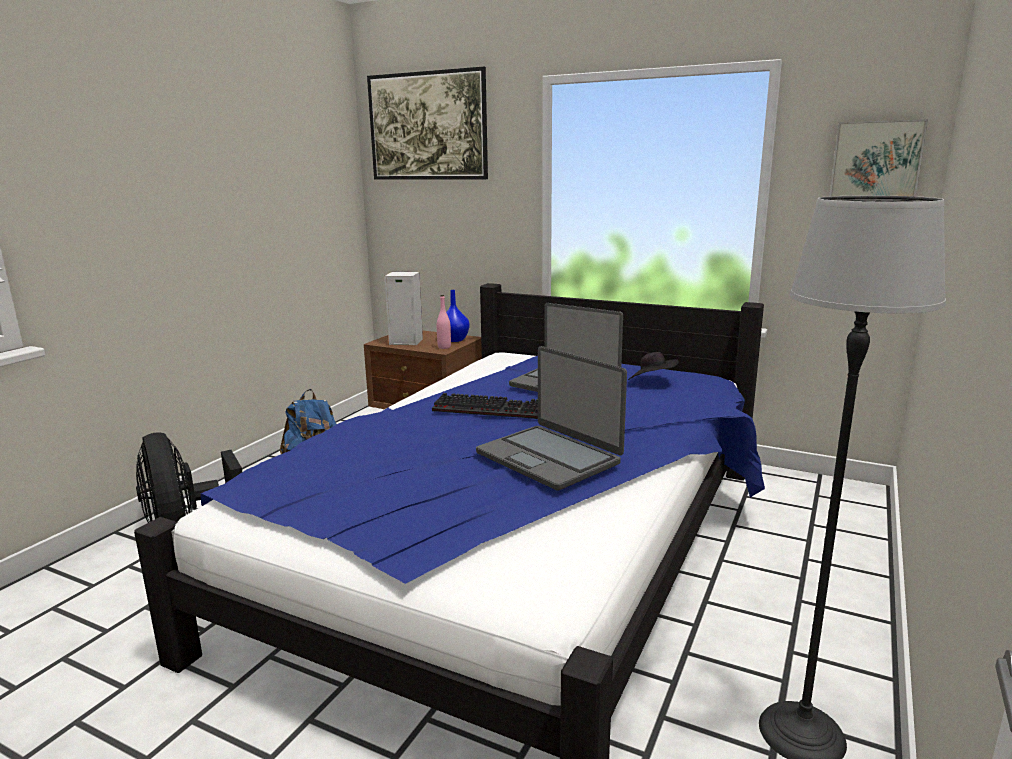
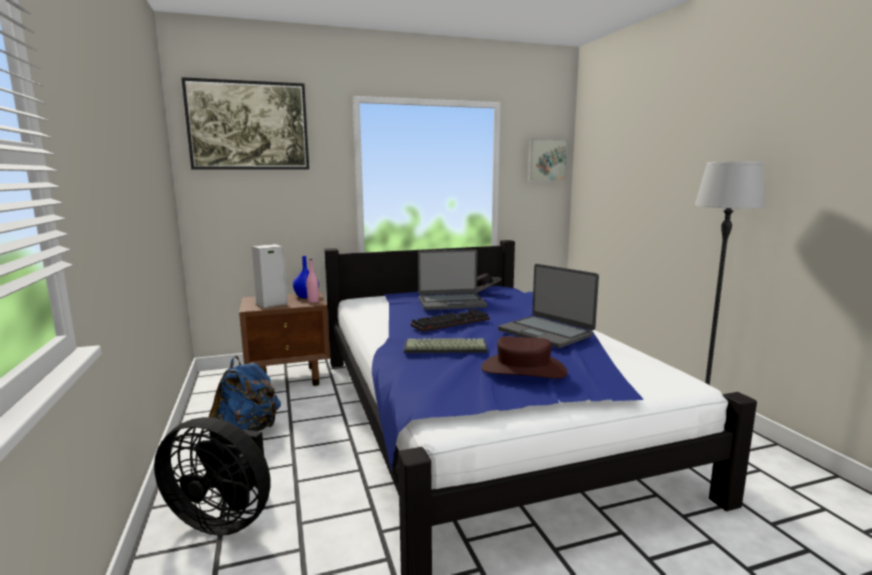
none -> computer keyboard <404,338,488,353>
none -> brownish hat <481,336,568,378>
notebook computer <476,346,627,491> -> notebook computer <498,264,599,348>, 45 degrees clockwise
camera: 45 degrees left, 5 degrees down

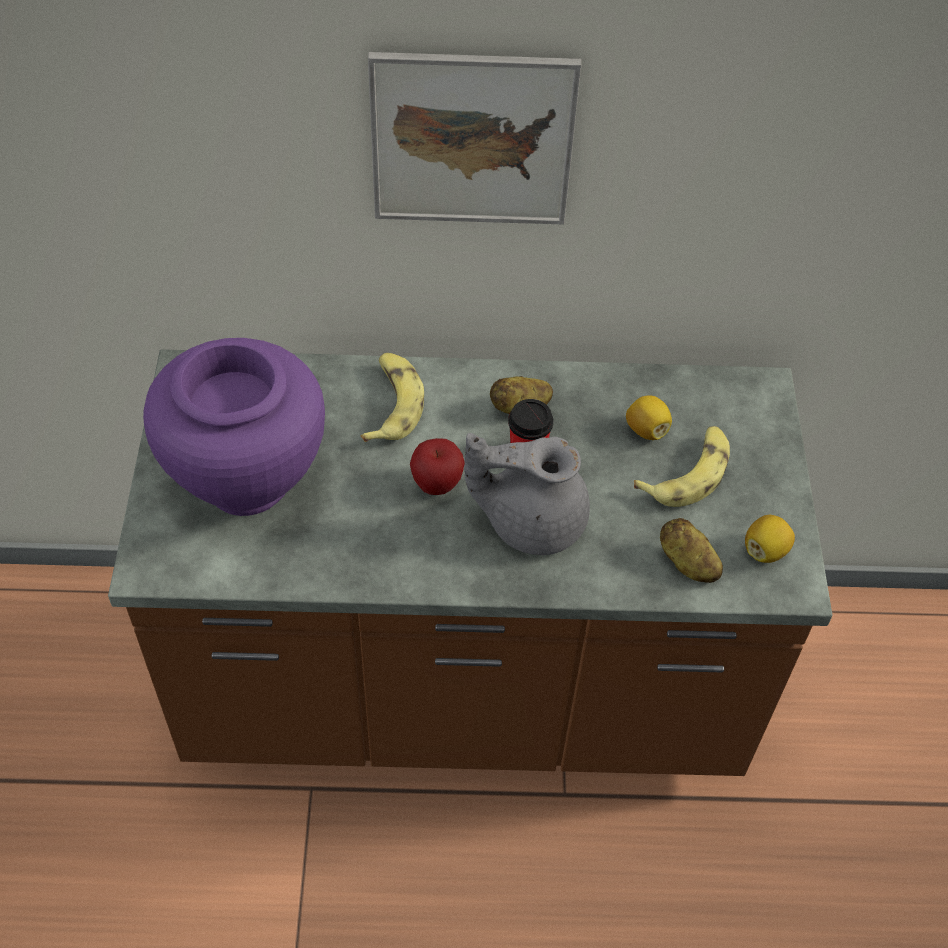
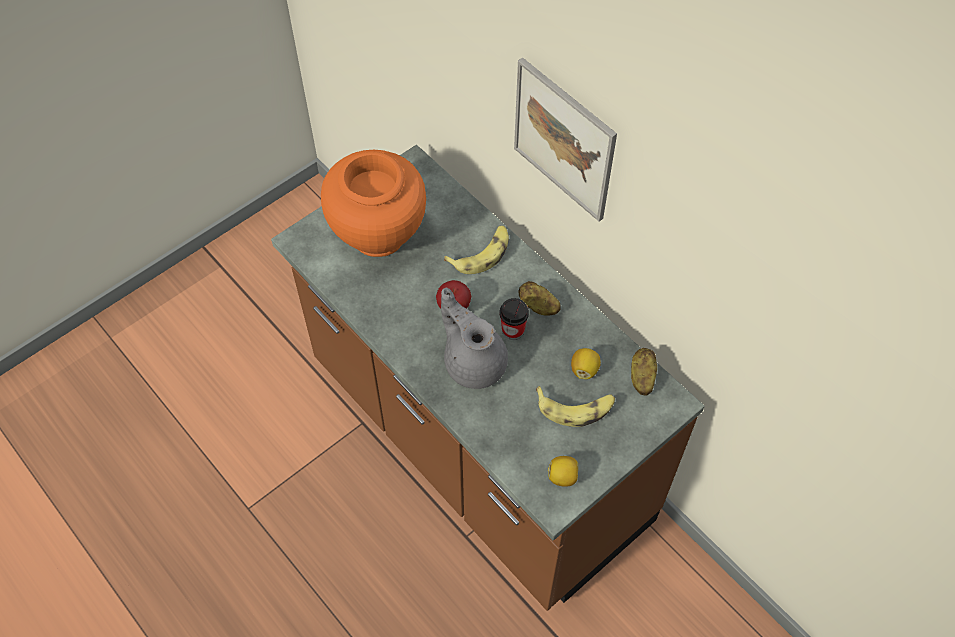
purple-coloured decorative vase <143,338,325,516> -> orangey decorative vase <321,150,426,257>
whole potato <660,518,723,583> -> whole potato <631,348,657,396>, move
camera: 50 degrees right, 5 degrees up

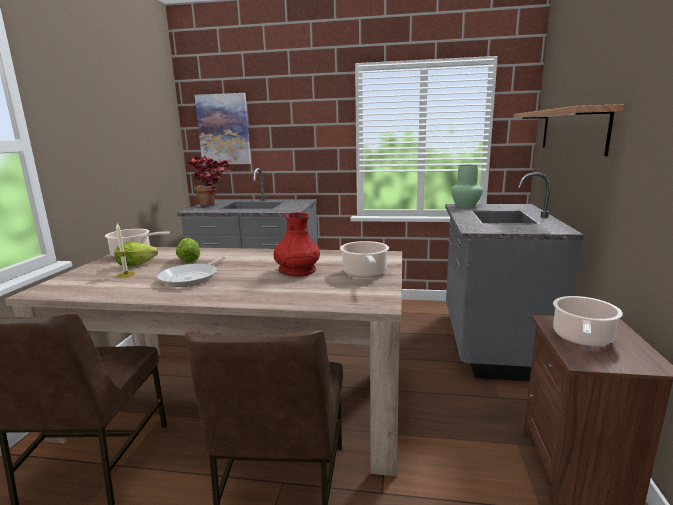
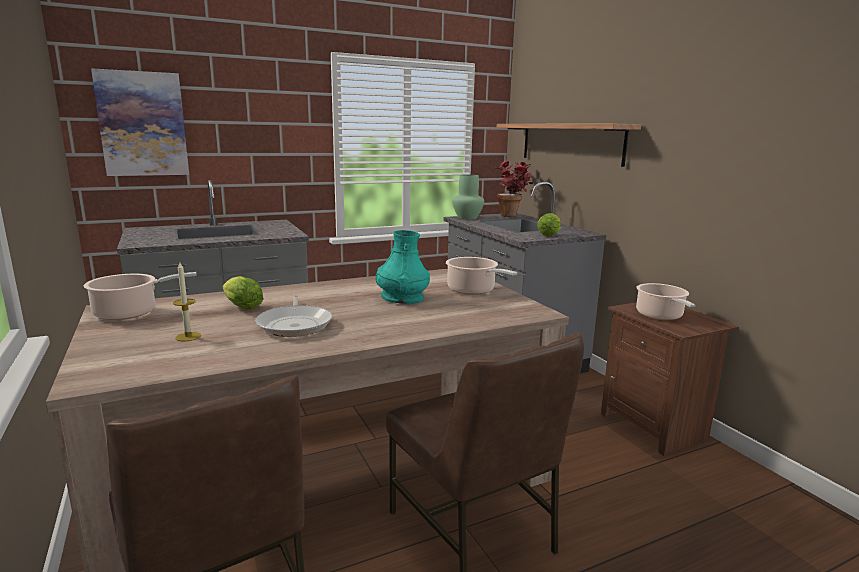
red decorative vase <274,212,320,277> -> turquoise-coloured decorative vase <376,230,430,304>
potted plant <187,156,231,206> -> potted plant <496,160,533,217>, move
lettuce head <115,242,158,267> -> lettuce head <537,213,561,236>, move
camera: 35 degrees left, 0 degrees up

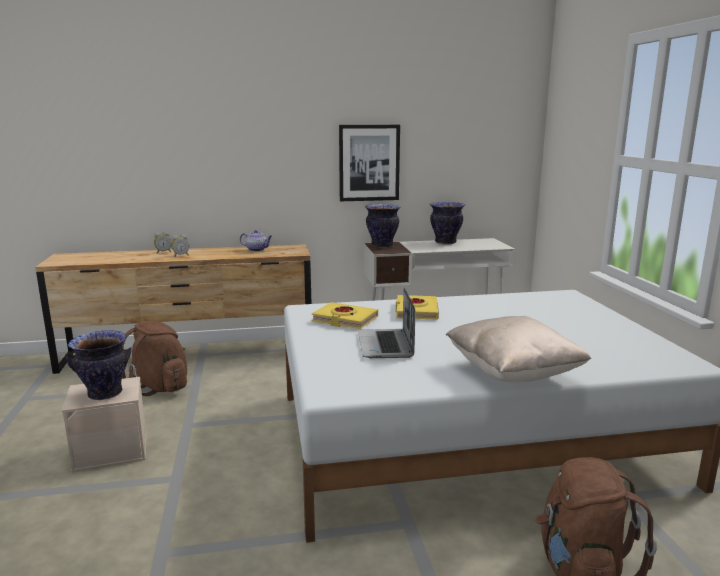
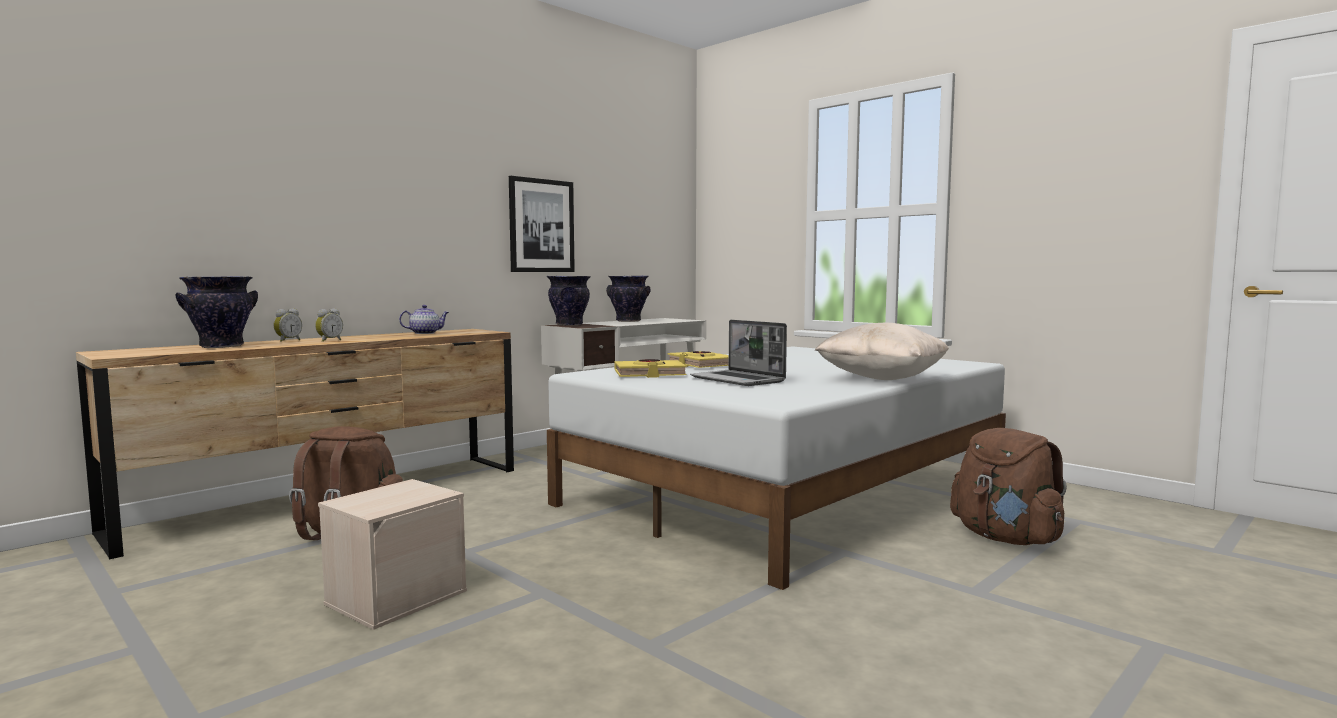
decorative vase <66,330,132,400> -> decorative vase <175,276,258,348>, move
camera: 35 degrees left, 10 degrees down

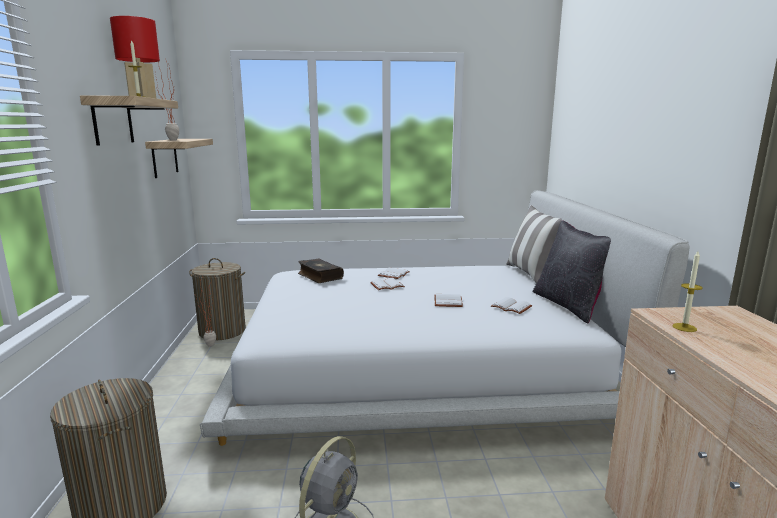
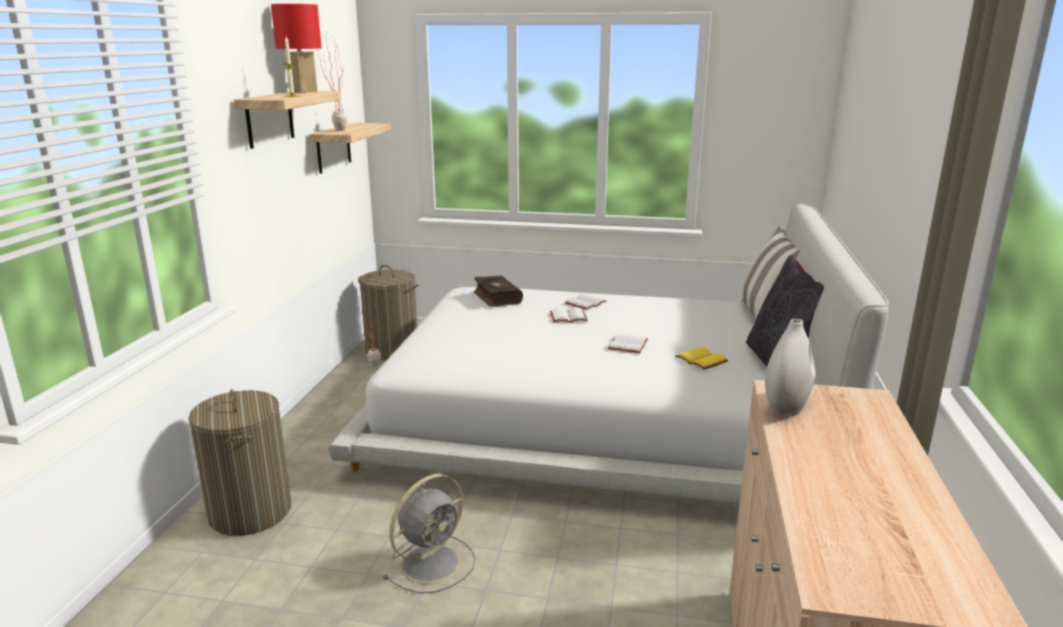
whitish volume <491,297,532,314> -> yellowish volume <675,347,728,370>
candle <673,251,703,332> -> whitish decorative vase <765,319,815,417>
camera: 15 degrees right, 5 degrees up

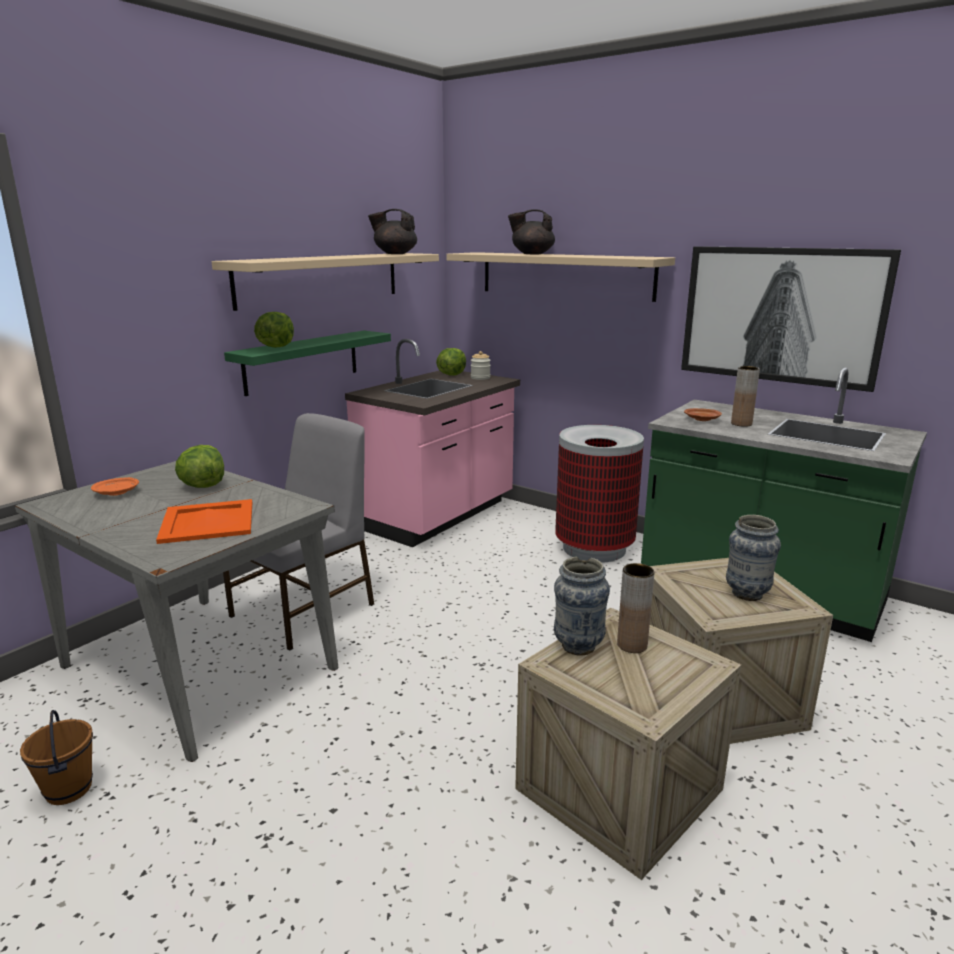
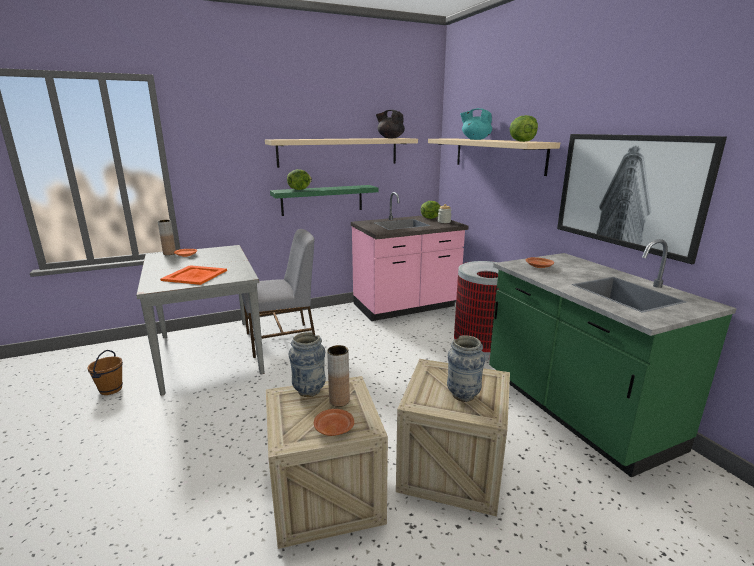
brownish decorative vase <731,366,760,427> -> brownish decorative vase <158,220,176,255>, move
none -> brownish flat dish <314,409,354,436>
blackish pot for tea <508,209,555,255> -> turquoise-coloured pot for tea <460,108,492,140>
lettuce head <175,445,224,488> -> lettuce head <510,115,538,142>, move
camera: 30 degrees right, 0 degrees up

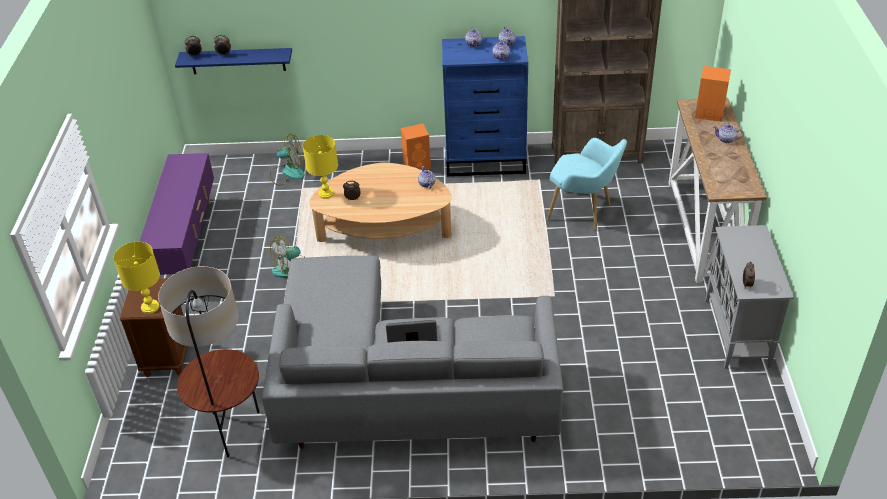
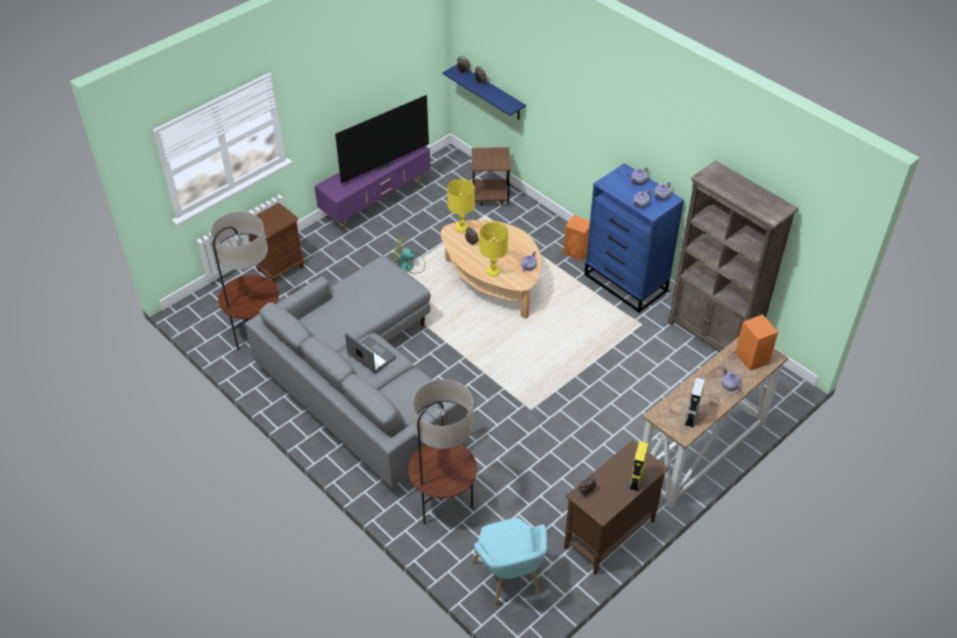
none -> television <335,95,429,183>
none -> floor lamp <408,379,477,524>
electric fan <270,134,305,186> -> brownish end table <472,147,511,206>
turquoise-coloured lounge chair <547,138,627,230> -> turquoise-coloured lounge chair <473,518,547,607>, move
yellowish table lamp <114,242,160,314> -> yellowish table lamp <480,222,508,277>, move
gray storage cabinet <705,225,794,369> -> brownish storage cabinet <564,440,669,575>
none -> yellowish loudspeaker <629,441,648,492>
none -> gray loudspeaker <684,377,705,428>
camera: 45 degrees right, 5 degrees up

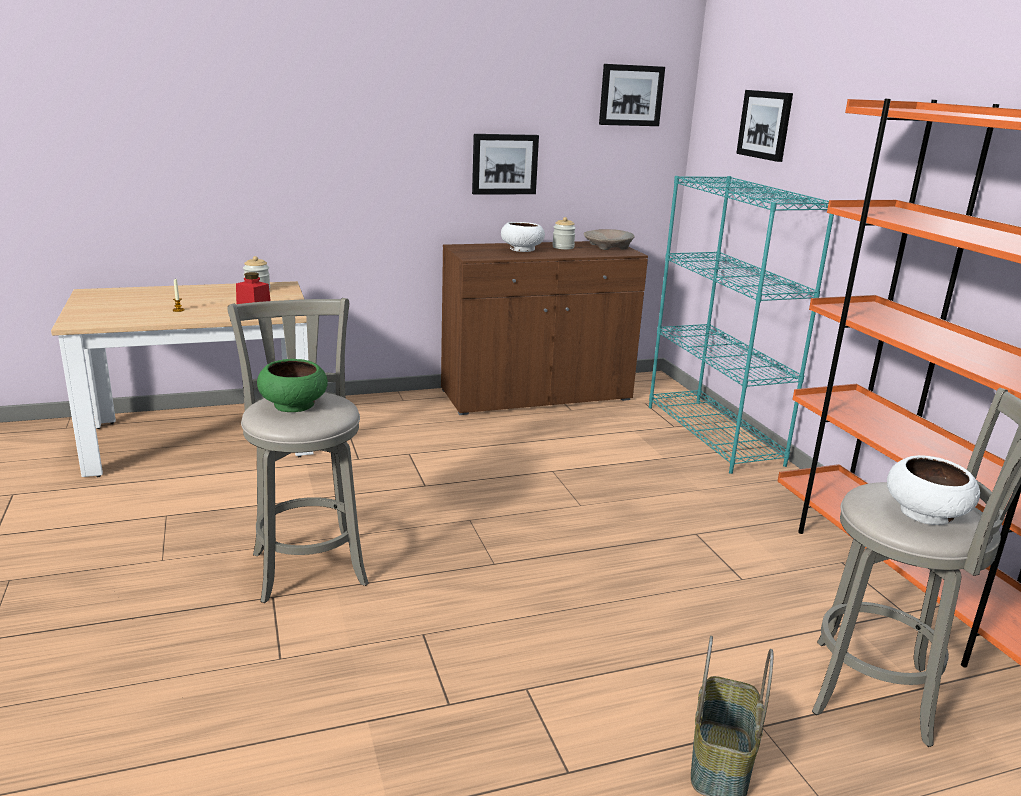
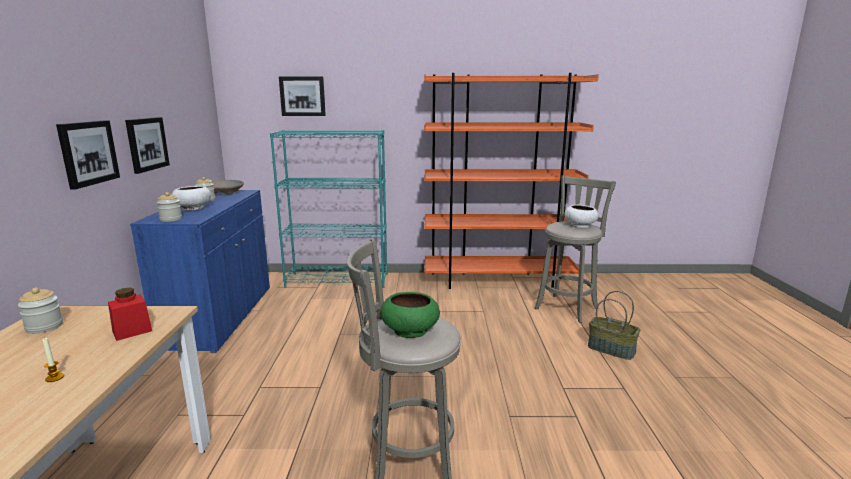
picture <599,64,665,126> -> picture <56,120,120,190>, move
brownish storage cabinet <441,241,648,415> -> bluish storage cabinet <130,190,270,353>
none -> storage jar <157,192,182,222>
camera: 70 degrees left, 5 degrees down

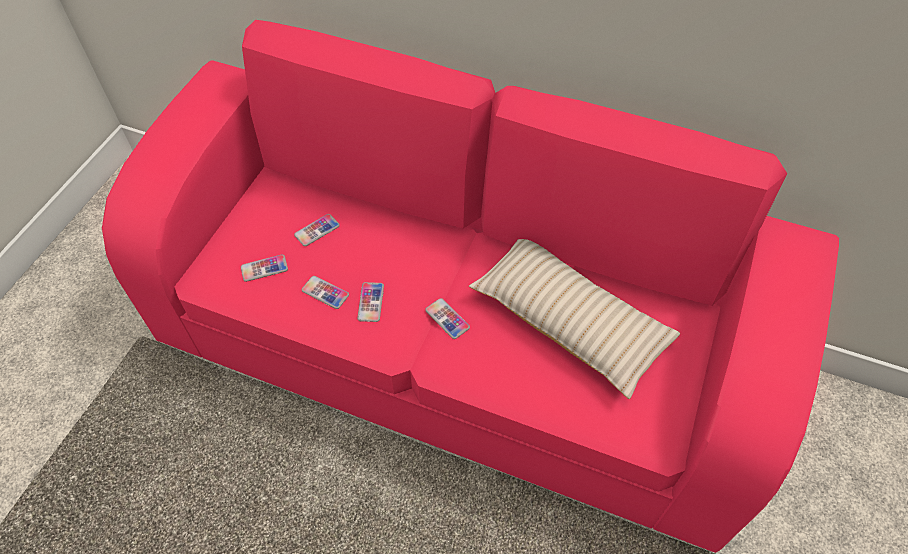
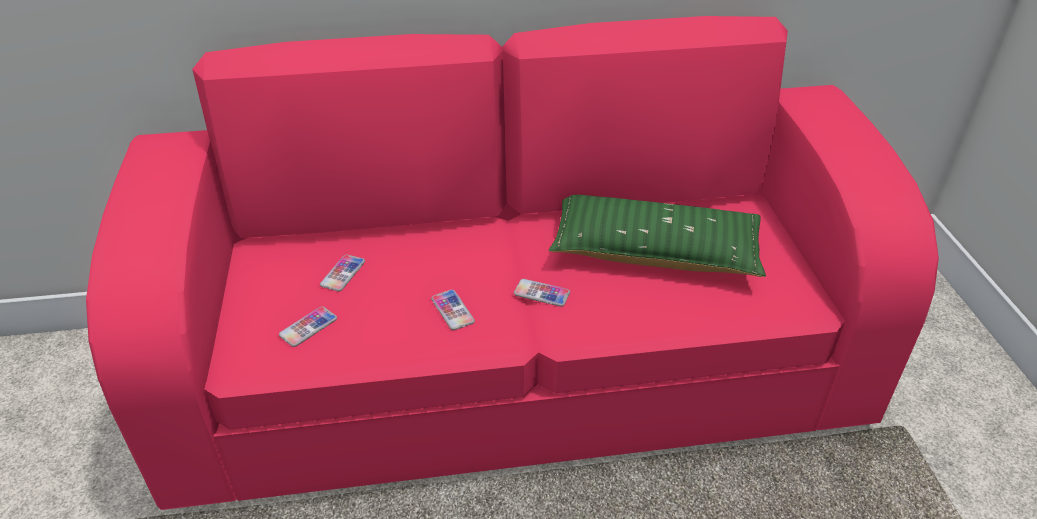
sand-coloured pillow <469,239,680,399> -> green pillow <549,195,766,277>
handset <301,276,349,309> -> none
camera: 30 degrees left, 15 degrees down

